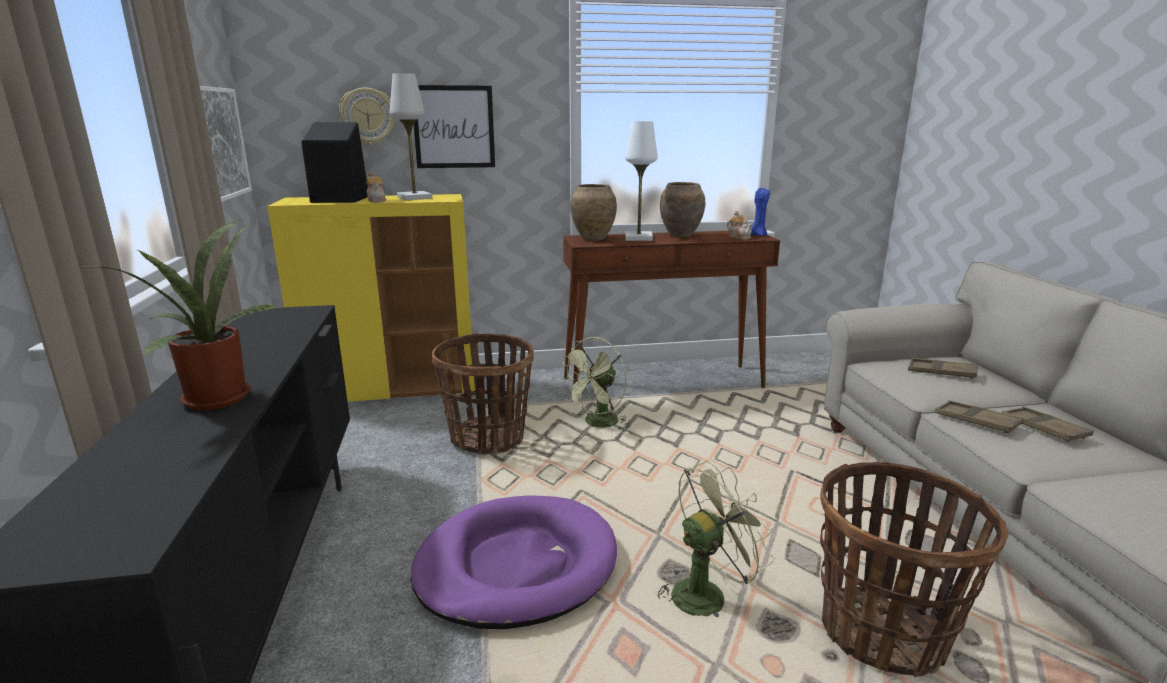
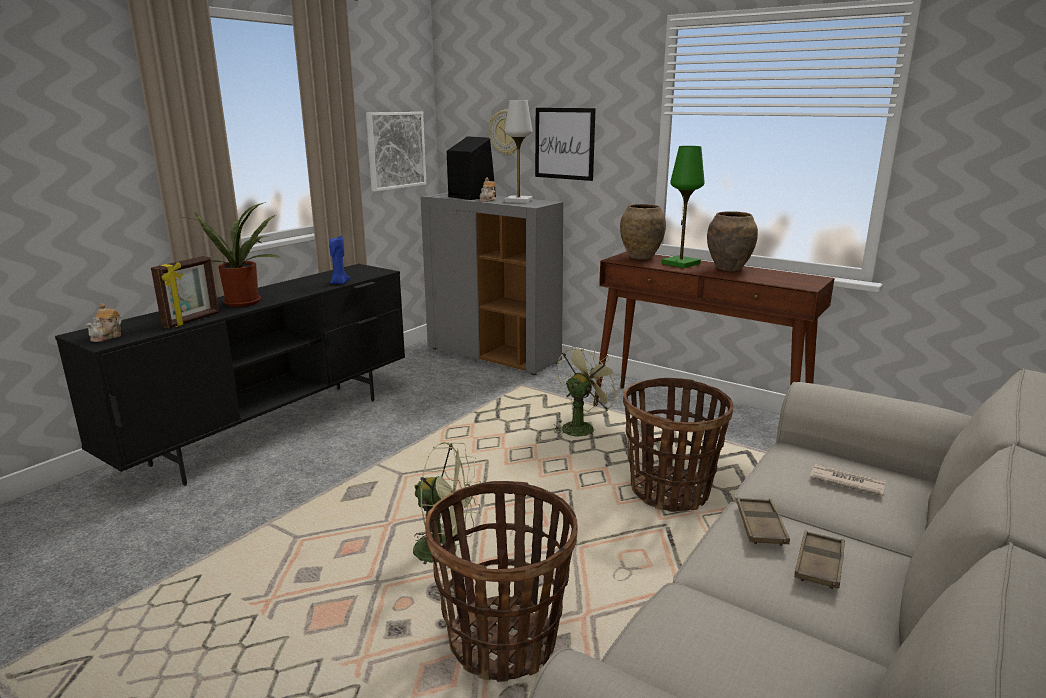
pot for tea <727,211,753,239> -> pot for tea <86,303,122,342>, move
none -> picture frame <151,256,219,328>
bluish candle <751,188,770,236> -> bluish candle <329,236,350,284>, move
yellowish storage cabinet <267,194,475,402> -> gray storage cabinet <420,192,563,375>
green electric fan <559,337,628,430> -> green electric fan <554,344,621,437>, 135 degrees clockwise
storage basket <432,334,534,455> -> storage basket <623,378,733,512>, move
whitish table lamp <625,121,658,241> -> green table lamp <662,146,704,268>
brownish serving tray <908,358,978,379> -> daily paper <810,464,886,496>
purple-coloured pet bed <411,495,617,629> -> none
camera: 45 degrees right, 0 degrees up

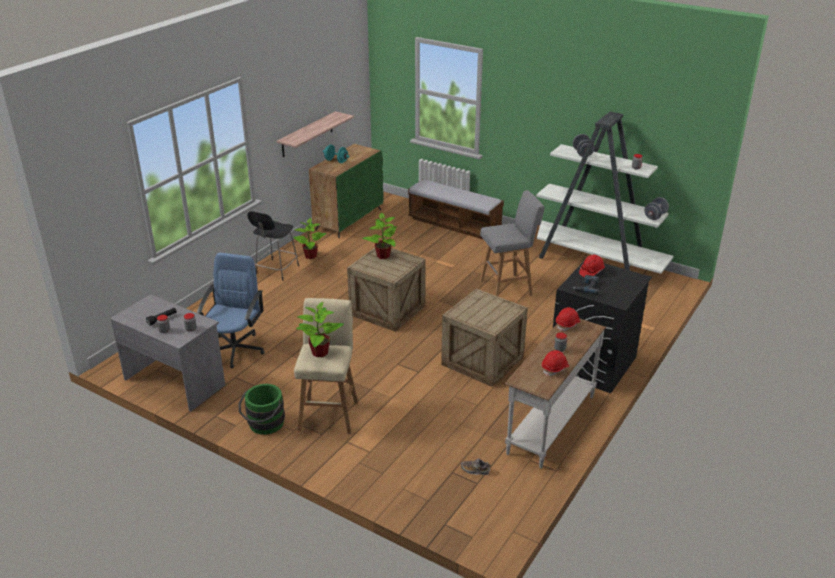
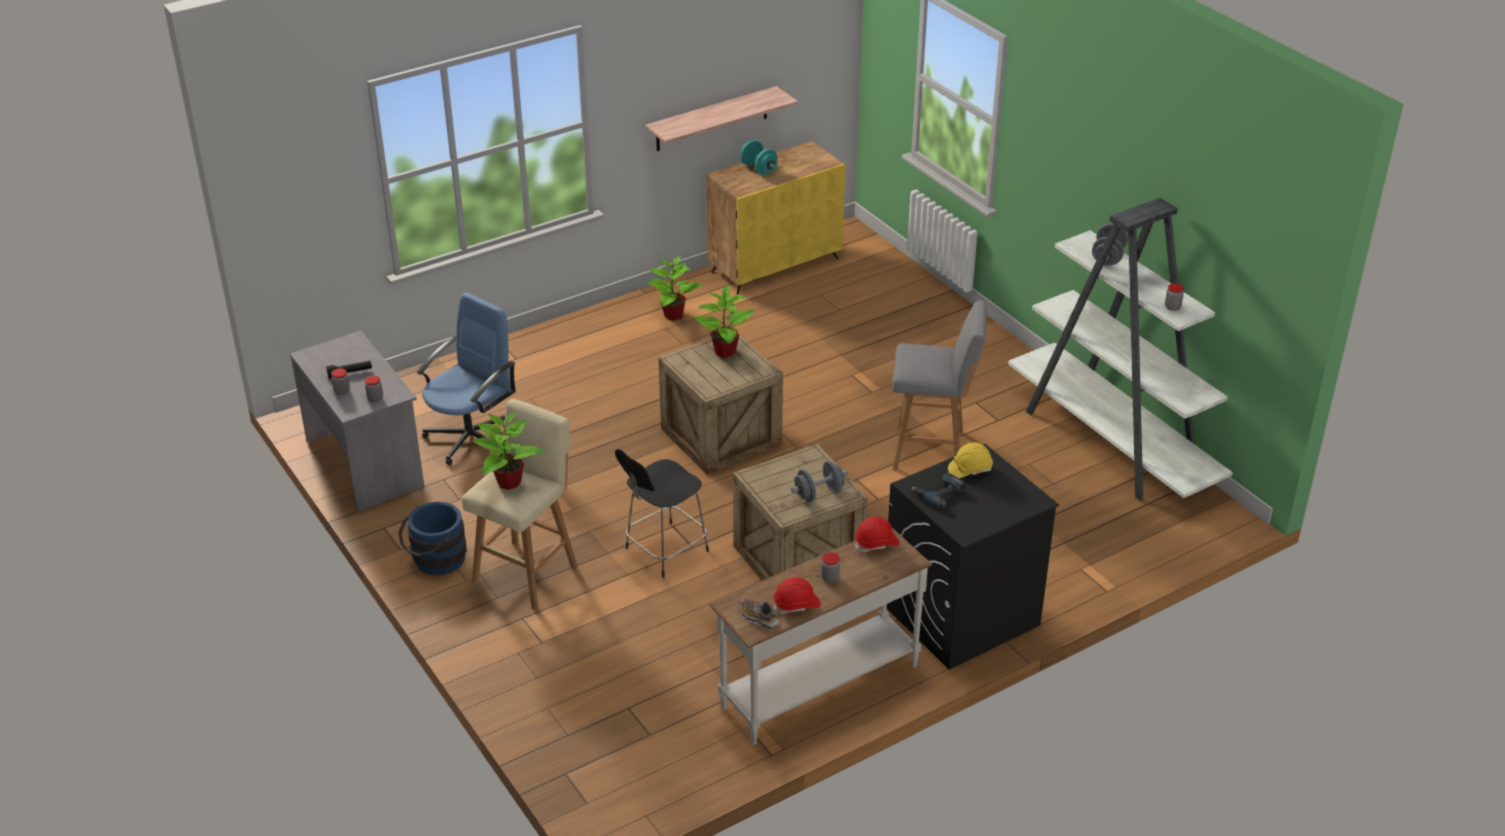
green water bucket <238,384,285,435> -> bluish water bucket <398,502,467,575>
blackish stool seat <247,211,299,281> -> blackish stool seat <615,449,709,578>, move
green storage cabinet <309,144,384,238> -> yellowish storage cabinet <706,141,845,295>
low shoe <461,459,491,475> -> low shoe <739,599,779,630>, move
gray dumbbell <644,197,669,220> -> gray dumbbell <791,461,848,502>, move
red safety helmet <579,255,605,277> -> yellowish safety helmet <948,442,993,478>
bench <408,179,504,240> -> none
camera: 25 degrees right, 5 degrees up

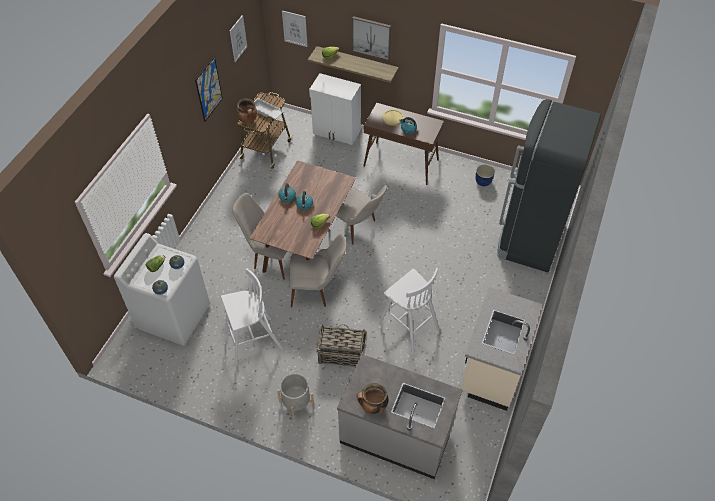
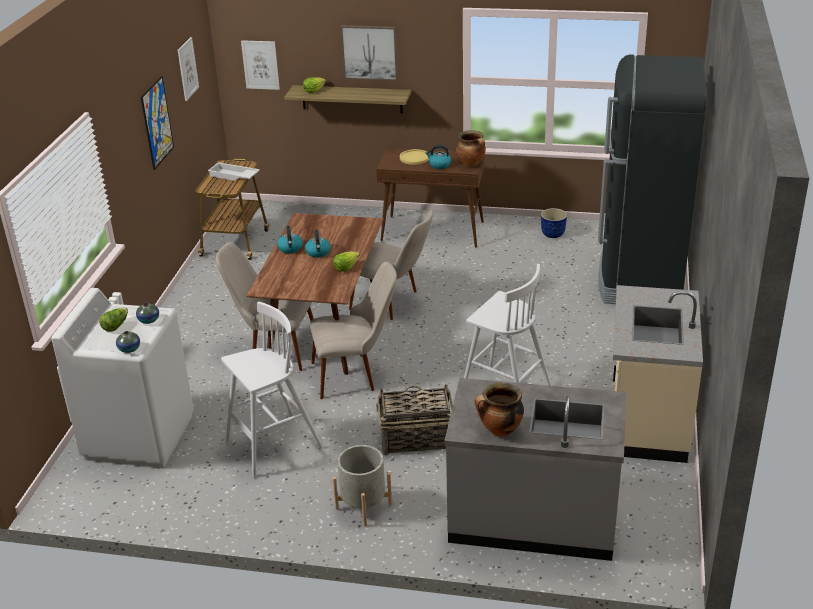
cooking pot <236,98,257,124> -> cooking pot <456,130,486,167>, move
whitish storage cabinet <309,73,361,145> -> none
camera: 10 degrees left, 20 degrees down

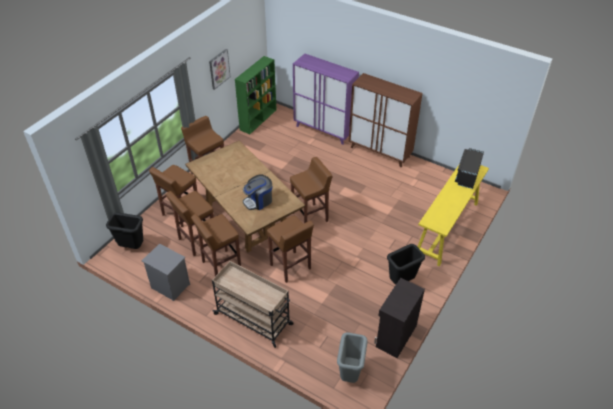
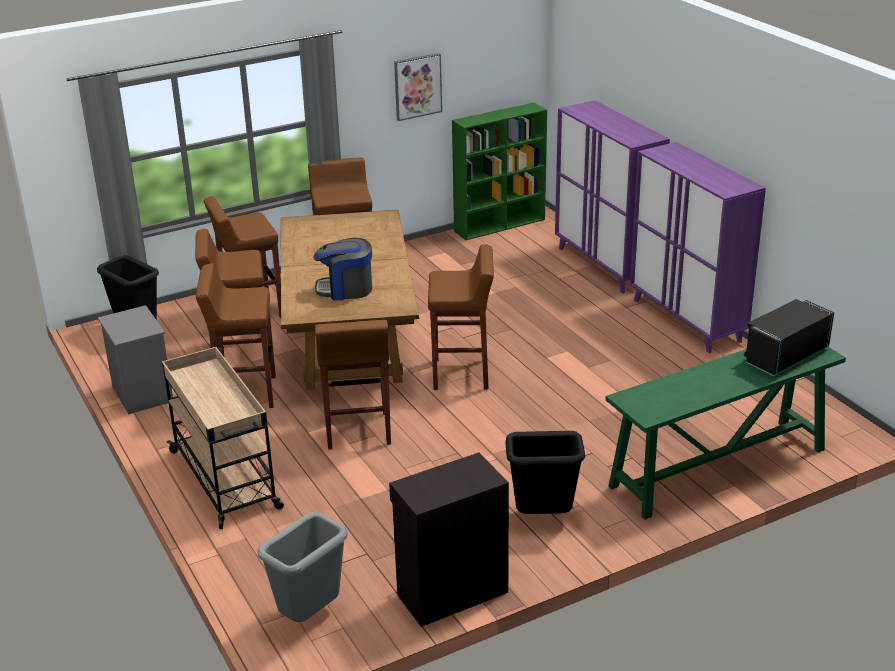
yellowish hall table <417,165,489,266> -> green hall table <605,347,846,520>
brownish storage cabinet <349,73,423,168> -> purple-coloured storage cabinet <630,142,766,353>
camera: 30 degrees right, 15 degrees down

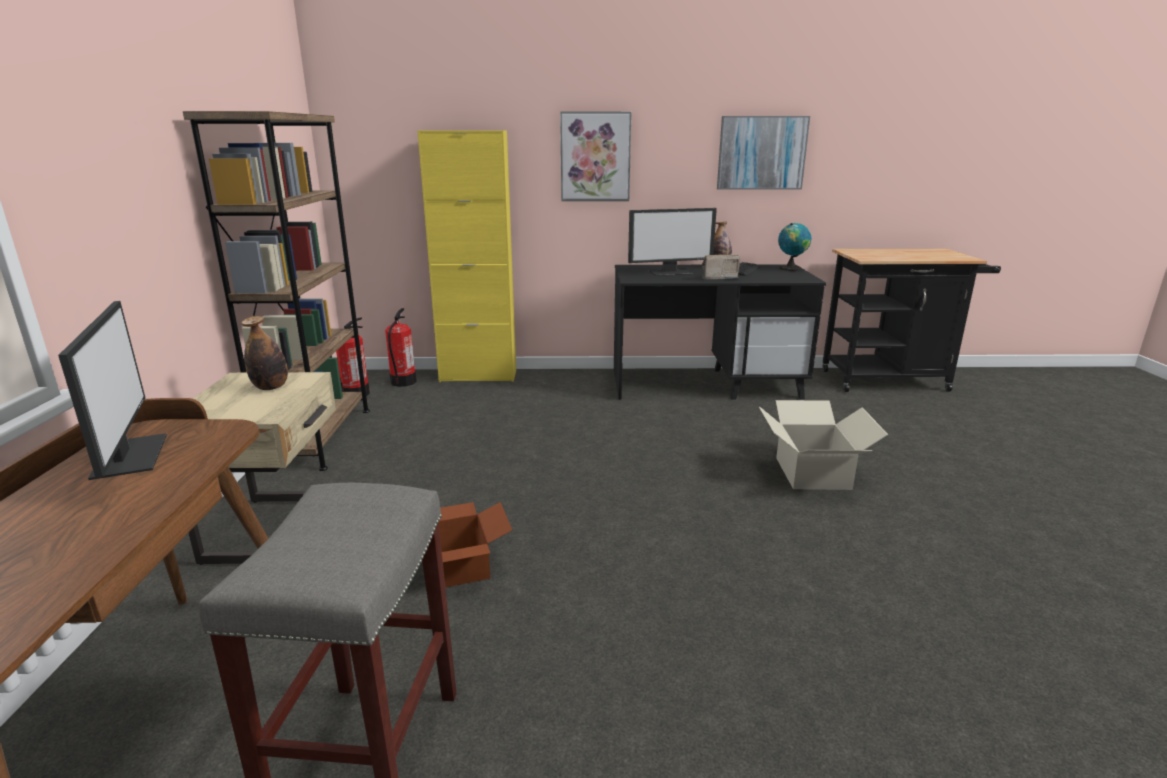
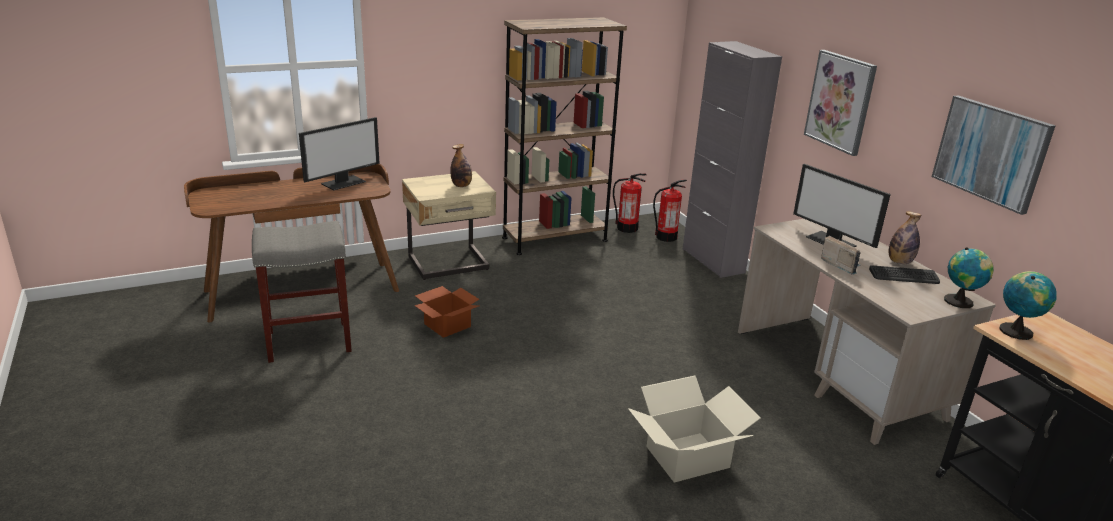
yellowish storage cabinet <417,130,516,382> -> gray storage cabinet <682,41,782,278>
blackish desk <614,264,827,400> -> sand-coloured desk <738,219,996,445>
none -> desk globe <999,271,1057,340>
camera: 65 degrees right, 5 degrees up

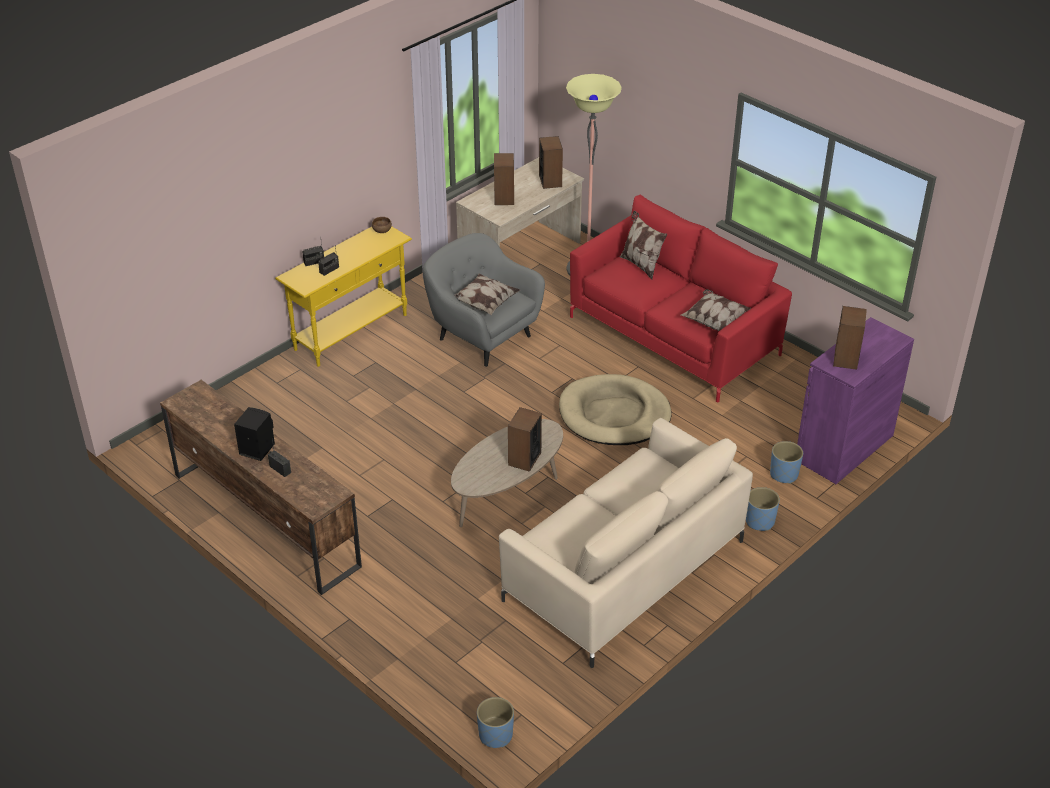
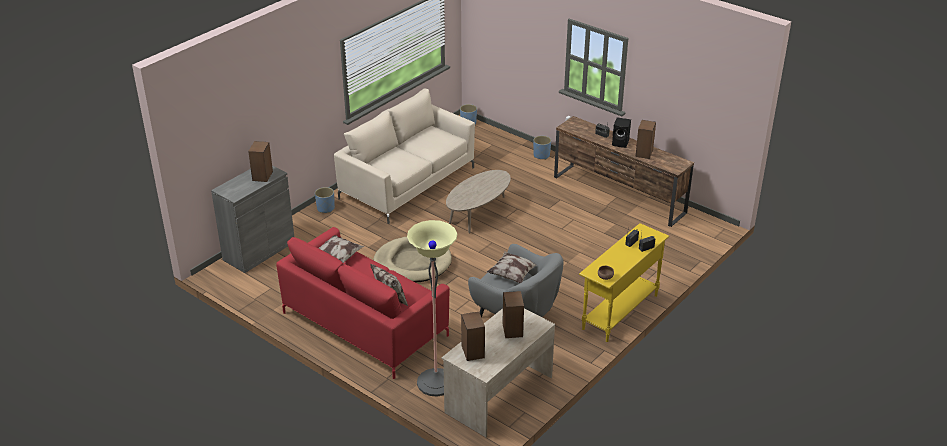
purple-coloured storage cabinet <797,317,914,484> -> gray storage cabinet <211,166,294,273>
bluish planter <770,441,803,484> -> bluish planter <533,136,551,160>, move
loudspeaker <508,407,542,472> -> loudspeaker <636,120,656,159>, move
camera: 175 degrees right, 5 degrees down

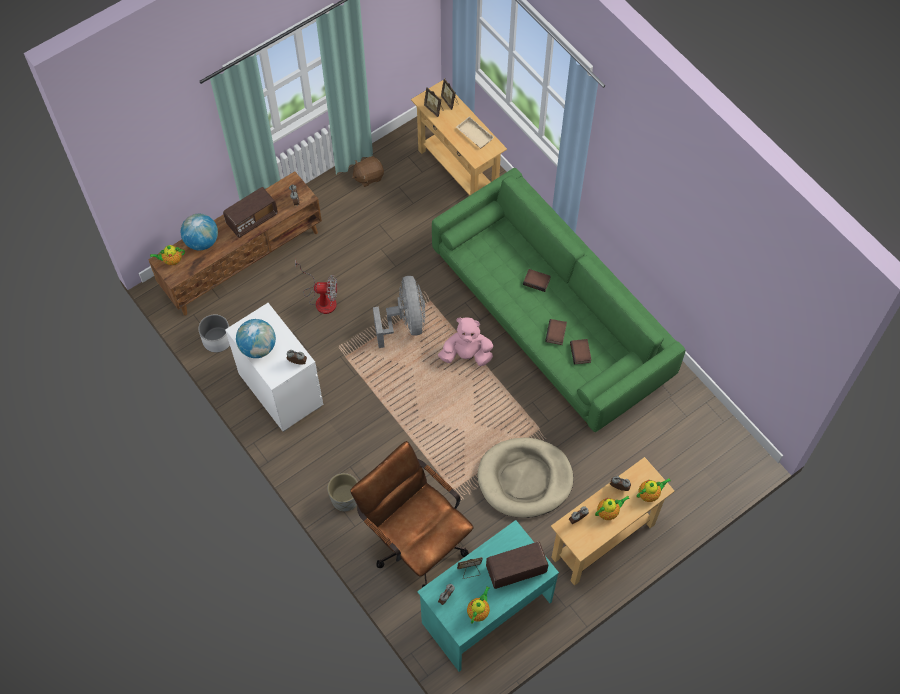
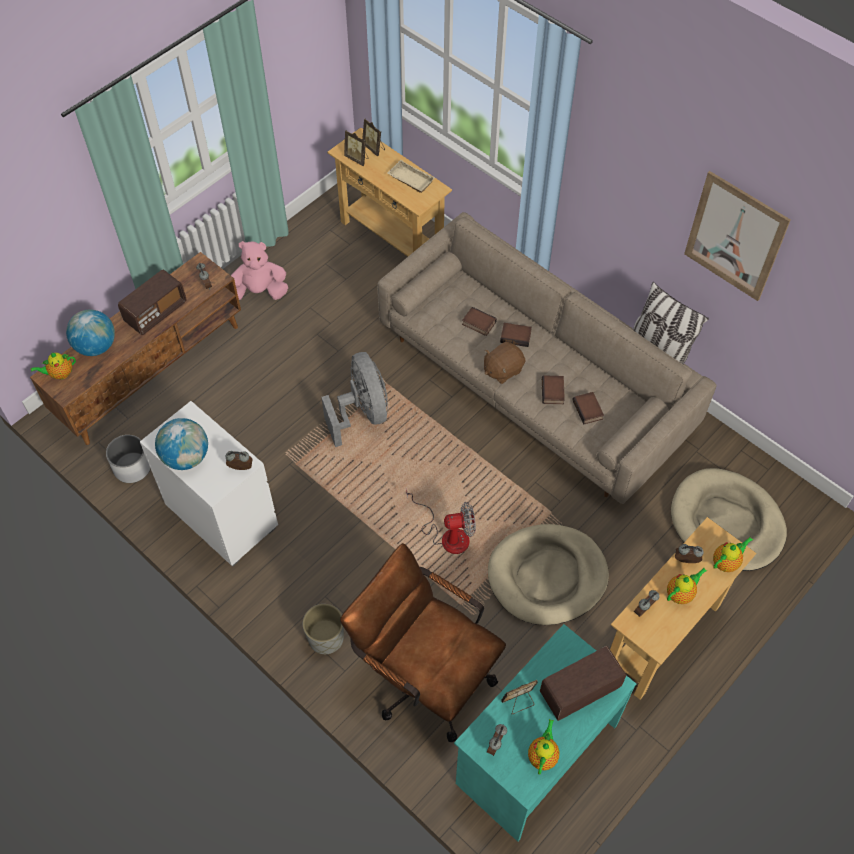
pink cuddly toy <438,317,493,366> -> pink cuddly toy <231,241,288,300>, move
green couch <432,168,686,432> -> sand-coloured couch <377,212,717,504>
electric fan <295,259,337,314> -> electric fan <406,488,476,554>, move
none -> volume <462,307,497,336>
brownish cuddly toy <352,156,384,187> -> brownish cuddly toy <484,342,526,384>, move
none -> pillow <633,282,709,365>
none -> sand-coloured pet bed <671,468,787,571>
none -> picture <684,171,791,301>
camera: 10 degrees left, 5 degrees down

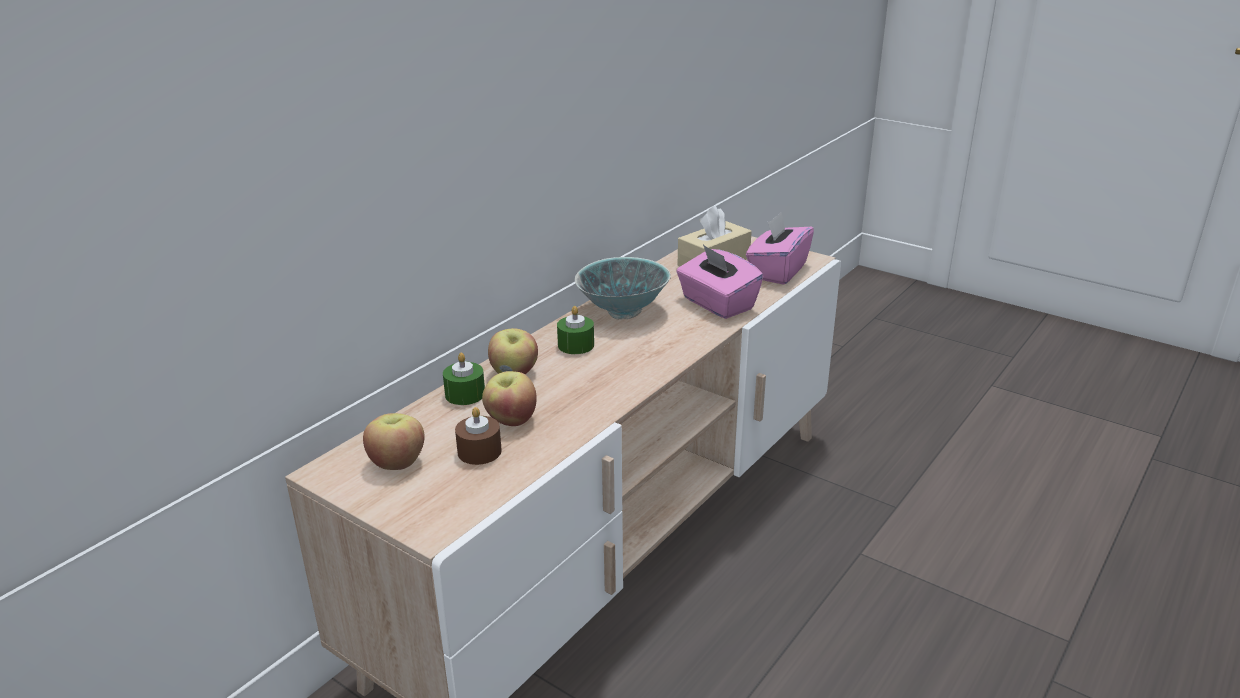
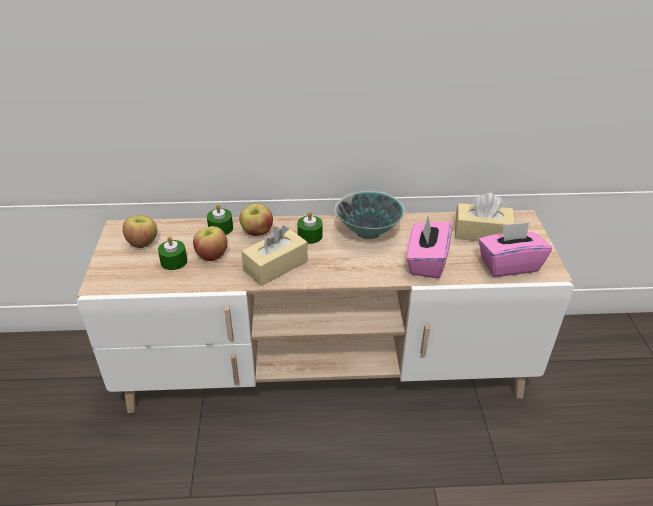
brownish candle <455,407,502,465> -> green candle <158,236,187,270>
none -> sand-coloured tissue holder <241,225,308,286>
camera: 50 degrees right, 10 degrees up

